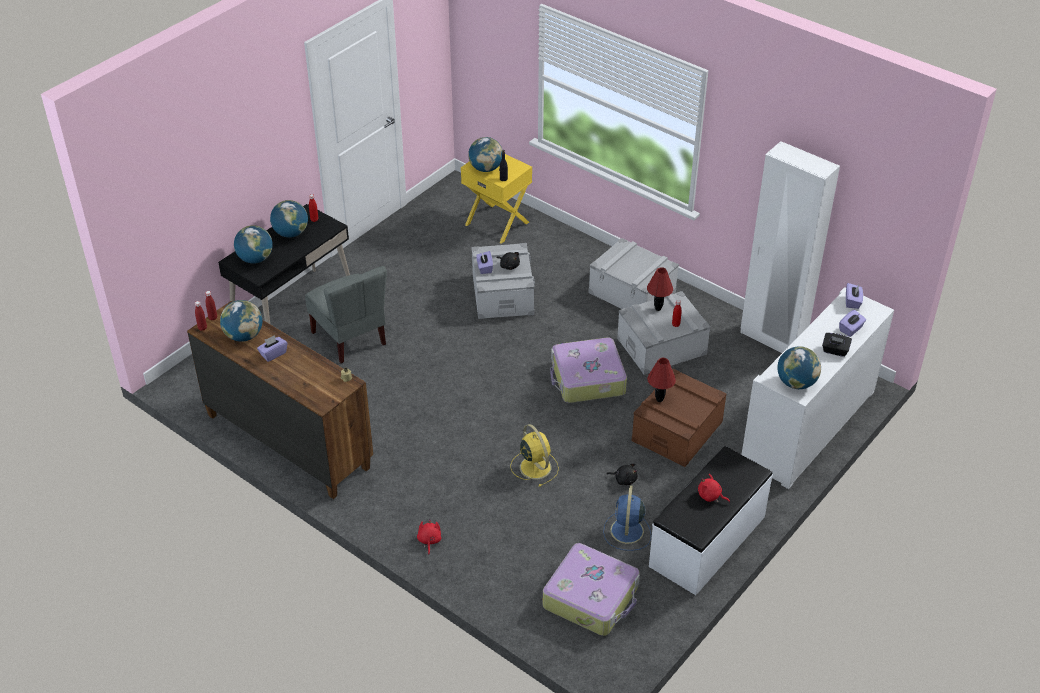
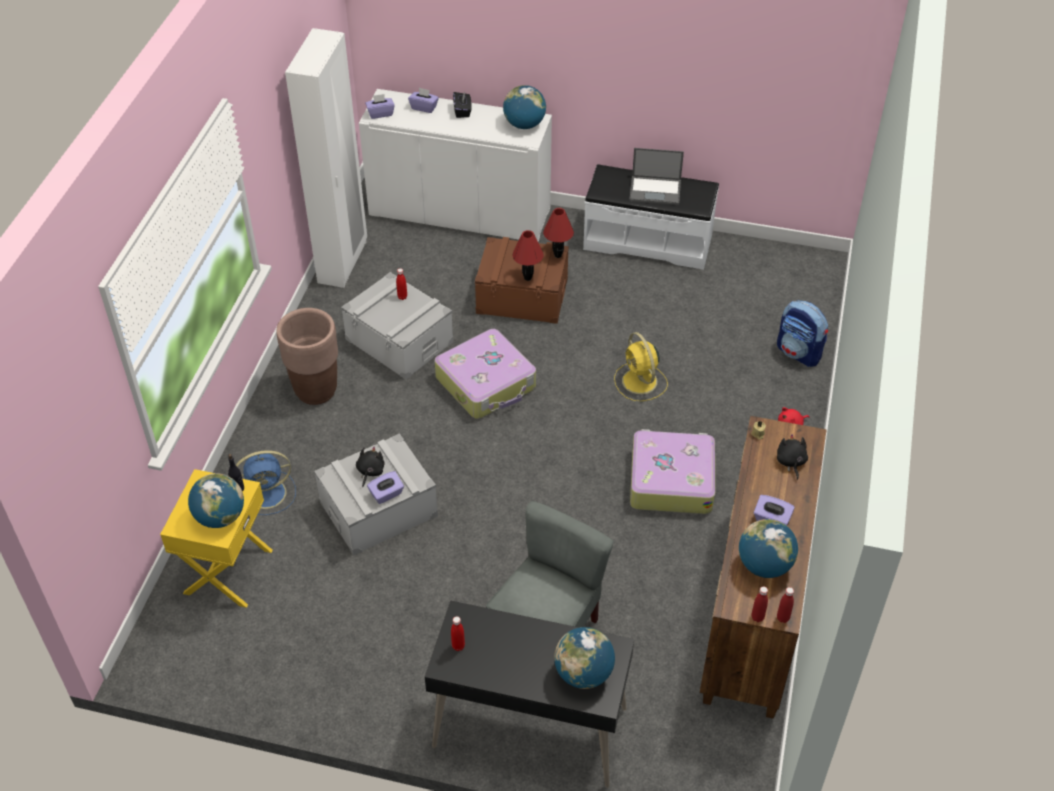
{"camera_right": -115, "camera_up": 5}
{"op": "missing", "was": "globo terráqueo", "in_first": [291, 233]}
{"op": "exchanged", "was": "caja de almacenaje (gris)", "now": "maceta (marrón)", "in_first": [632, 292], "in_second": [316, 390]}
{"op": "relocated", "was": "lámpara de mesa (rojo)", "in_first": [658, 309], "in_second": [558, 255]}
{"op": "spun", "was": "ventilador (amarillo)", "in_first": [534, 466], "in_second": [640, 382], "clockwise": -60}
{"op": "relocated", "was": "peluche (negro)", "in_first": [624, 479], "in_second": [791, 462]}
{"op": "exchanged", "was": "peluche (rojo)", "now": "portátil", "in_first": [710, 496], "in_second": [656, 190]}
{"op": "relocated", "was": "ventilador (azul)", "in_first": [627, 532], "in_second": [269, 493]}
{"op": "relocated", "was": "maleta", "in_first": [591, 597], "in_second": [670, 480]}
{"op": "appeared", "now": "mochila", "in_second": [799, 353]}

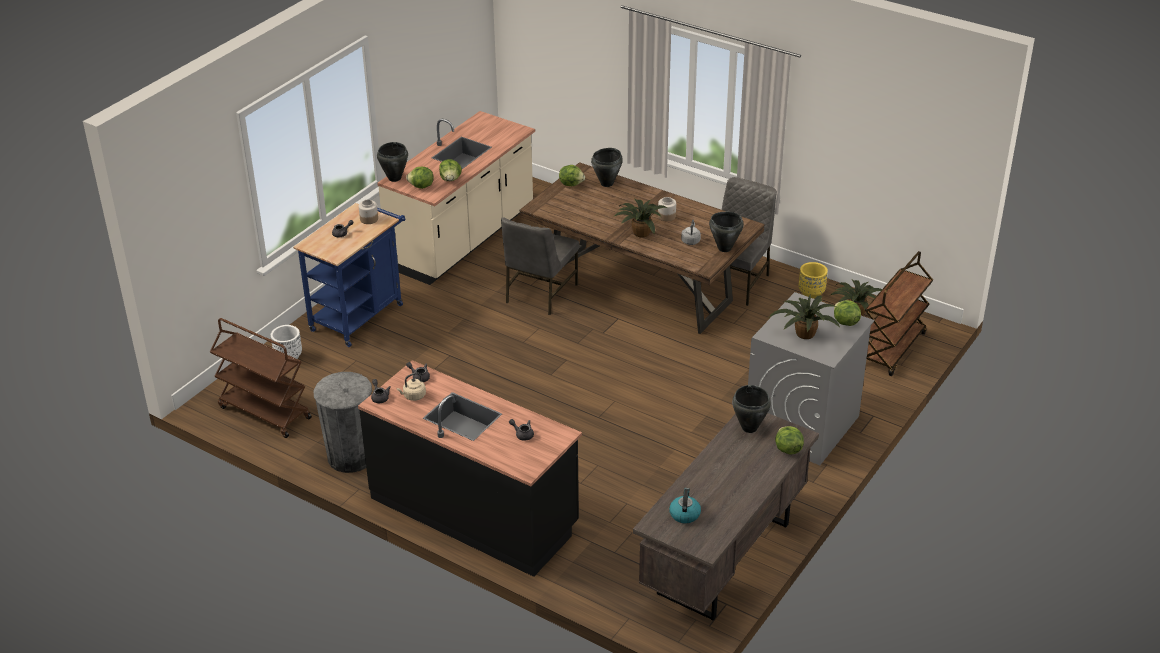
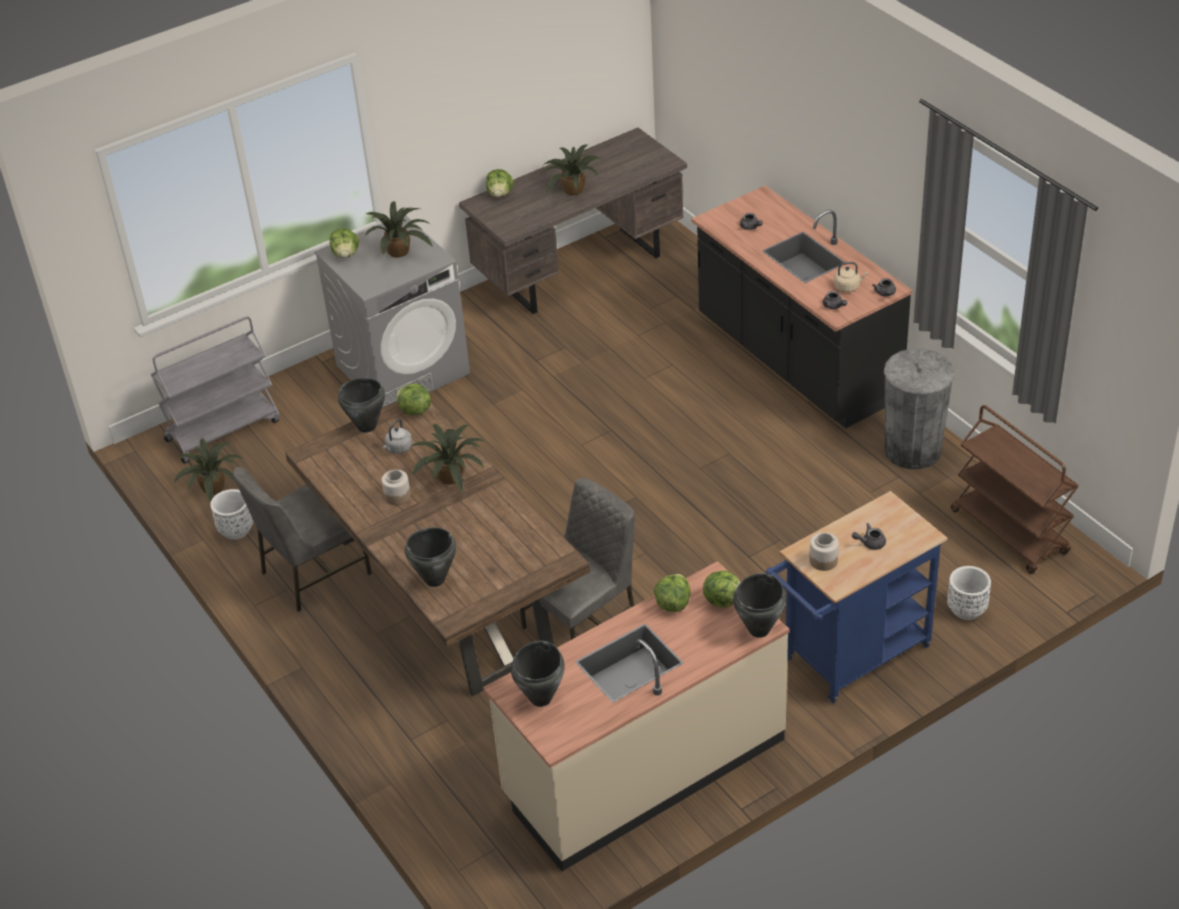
{"camera_right": -155, "camera_up": 5}
{"op": "relocated", "was": "lechuga", "in_first": [571, 184], "in_second": [414, 410]}
{"op": "colour", "was": "carrito (marrón)", "now": "carrito (gris)", "in_first": [892, 349], "in_second": [224, 429]}
{"op": "colour", "was": "maceta (amarillo)", "now": "maceta (blanco)", "in_first": [811, 293], "in_second": [236, 530]}
{"op": "relocated", "was": "olla (negro)", "in_first": [749, 428], "in_second": [541, 698]}
{"op": "missing", "was": "hervidor", "in_first": [684, 514]}
{"op": "appeared", "now": "planta en maceta", "in_second": [573, 191]}

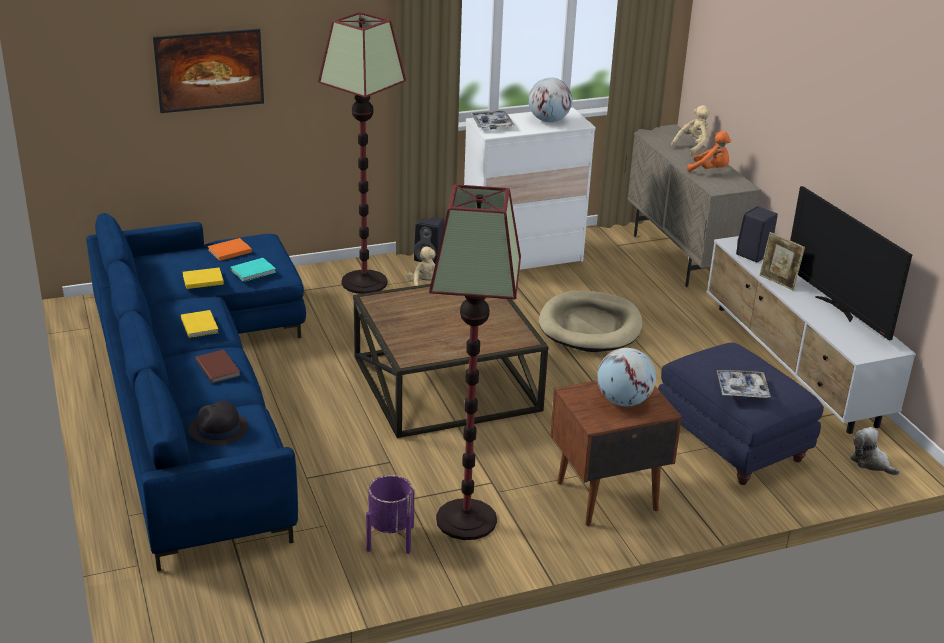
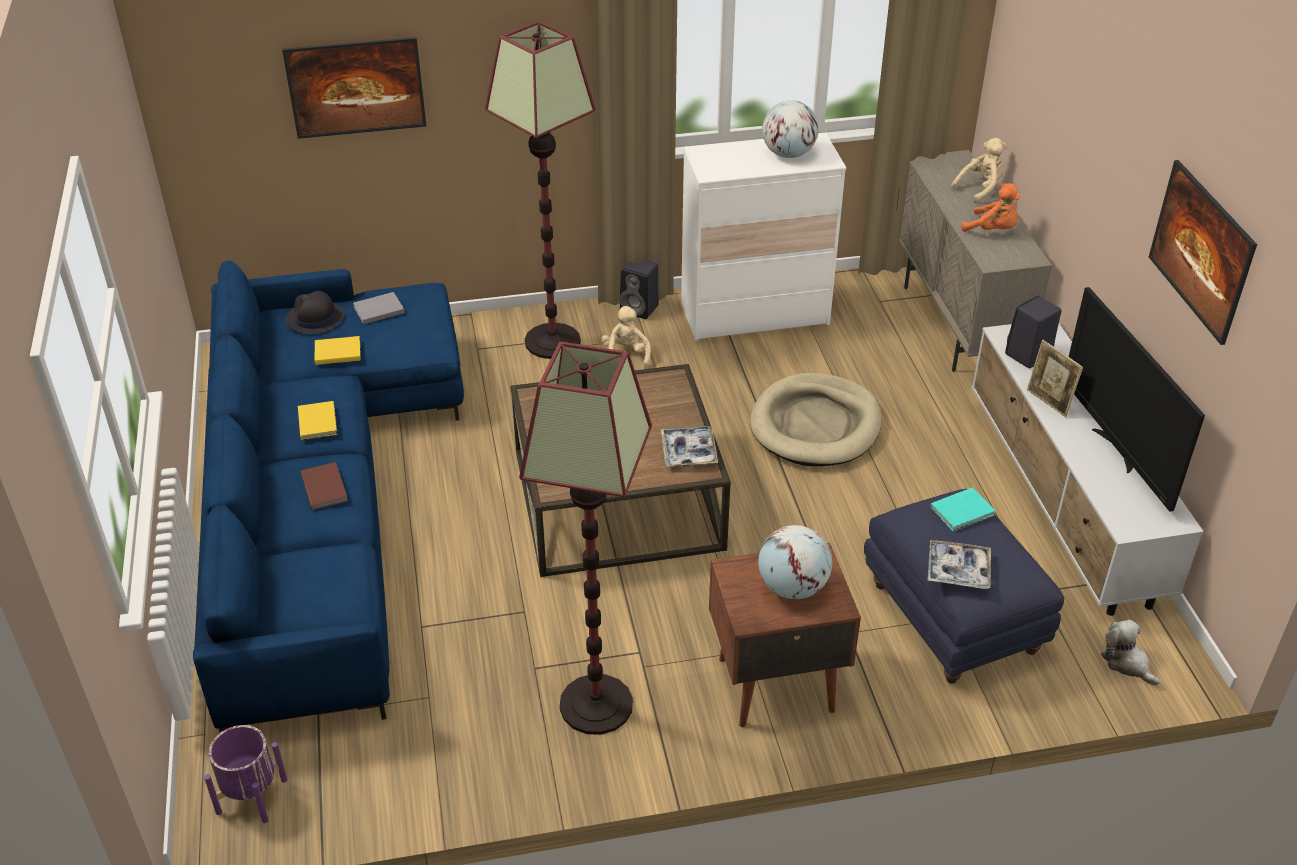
{"camera_right": 10, "camera_up": 10}
{"op": "relocated", "was": "bandeja", "in_first": [491, 124], "in_second": [689, 452]}
{"op": "colour", "was": "libro (naranja)", "now": "libro (gris)", "in_first": [228, 251], "in_second": [377, 310]}
{"op": "relocated", "was": "libro (turquesa)", "in_first": [254, 271], "in_second": [964, 511]}
{"op": "relocated", "was": "sombrero (negro)", "in_first": [218, 430], "in_second": [314, 318]}
{"op": "relocated", "was": "maceta (morado)", "in_first": [390, 538], "in_second": [251, 796]}
{"op": "appeared", "now": "cuadro", "in_second": [1194, 275]}

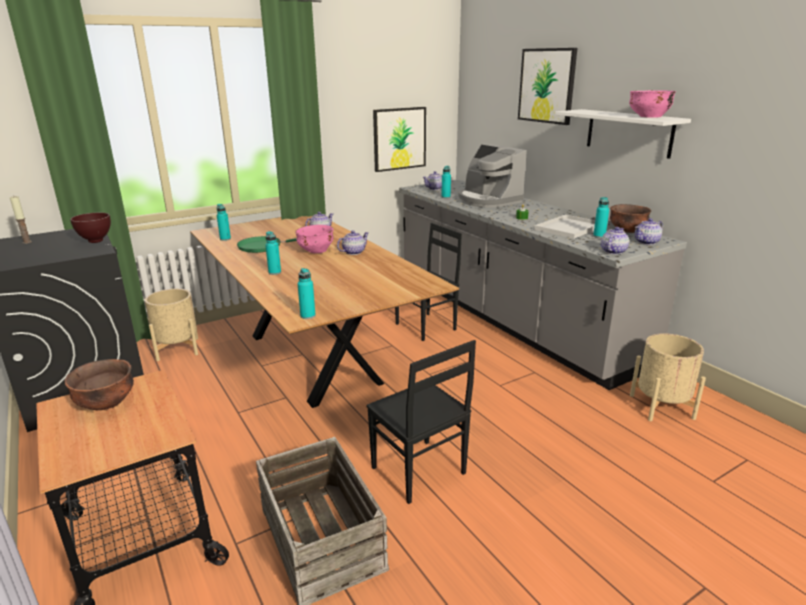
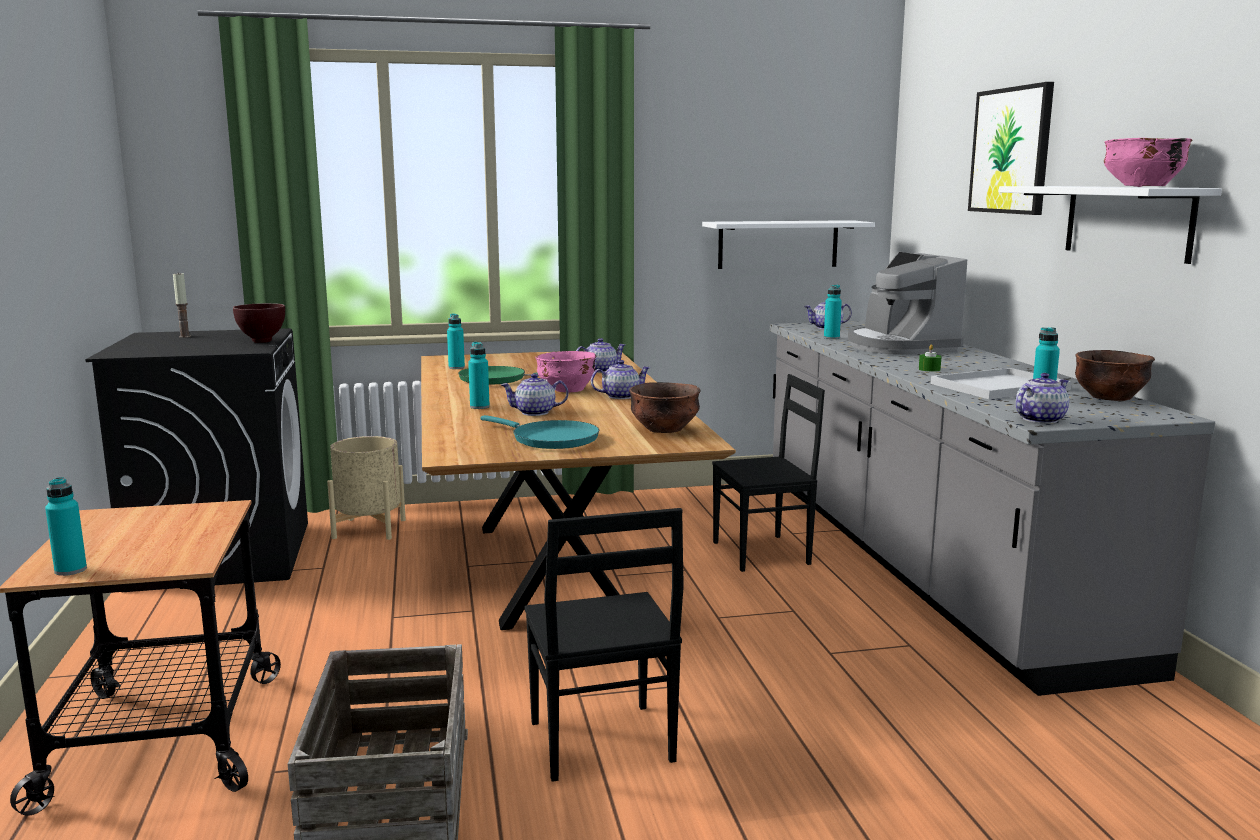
{"camera_right": 20, "camera_up": -10}
{"op": "exchanged", "was": "cuadro", "now": "estante (blanco)", "in_first": [399, 139], "in_second": [778, 244]}
{"op": "relocated", "was": "tetera", "in_first": [647, 242], "in_second": [535, 412]}
{"op": "relocated", "was": "botella (turquesa)", "in_first": [308, 316], "in_second": [70, 570]}
{"op": "missing", "was": "maceta (beis)", "in_first": [661, 406]}
{"op": "relocated", "was": "cuenco (marrón)", "in_first": [107, 404], "in_second": [665, 430]}
{"op": "appeared", "now": "sartén (turquesa)", "in_second": [550, 439]}

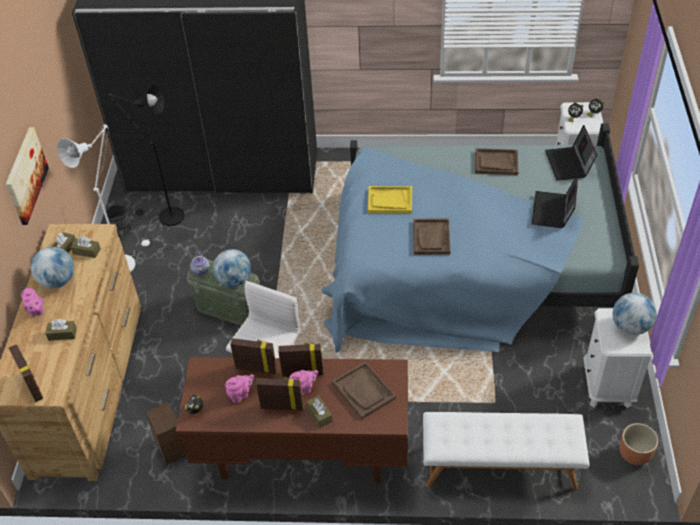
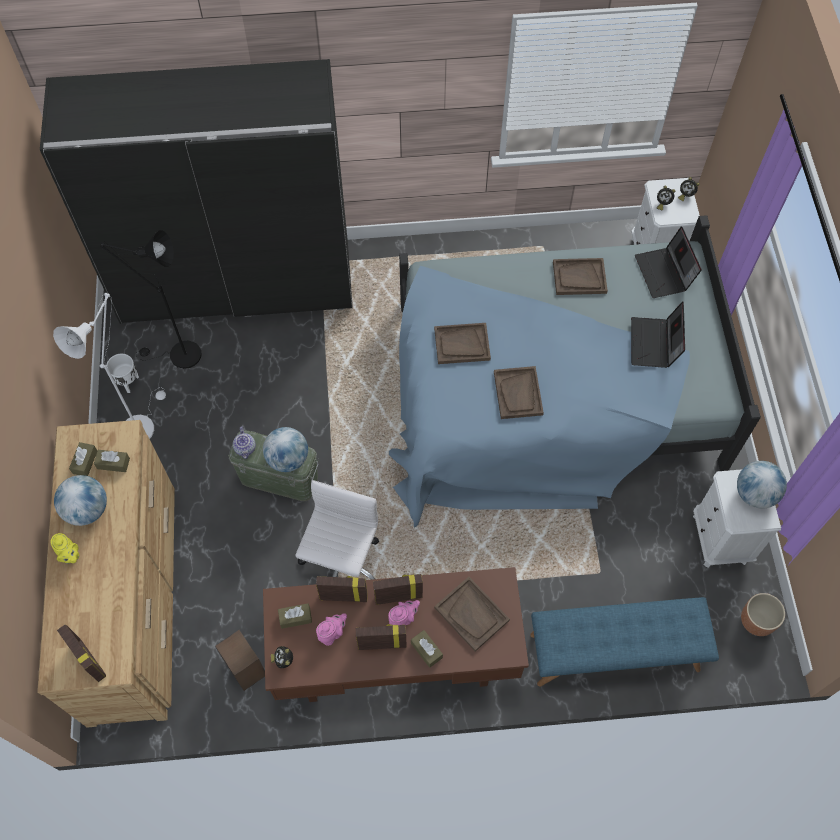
{"camera_right": -10, "camera_up": 15}
{"op": "missing", "was": "cuadro", "in_first": [25, 175]}
{"op": "colour", "was": "bandeja (amarillo)", "now": "bandeja (marrón)", "in_first": [389, 201], "in_second": [462, 344]}
{"op": "colour", "was": "maceta (negro)", "now": "maceta (blanco)", "in_first": [121, 232], "in_second": [128, 382]}
{"op": "colour", "was": "tetera (rosa)", "now": "tetera (amarillo)", "in_first": [36, 311], "in_second": [70, 555]}
{"op": "relocated", "was": "caja de pañuelos (marrón)", "in_first": [62, 334], "in_second": [295, 618]}
{"op": "colour", "was": "banco (blanco)", "now": "banco (azul)", "in_first": [499, 467], "in_second": [614, 653]}

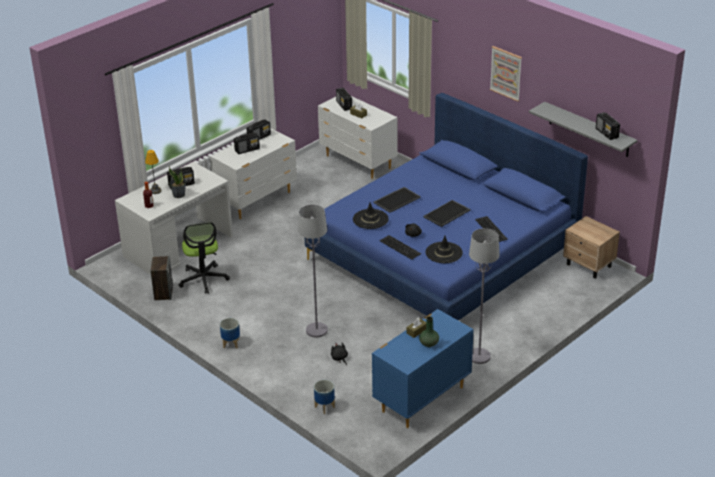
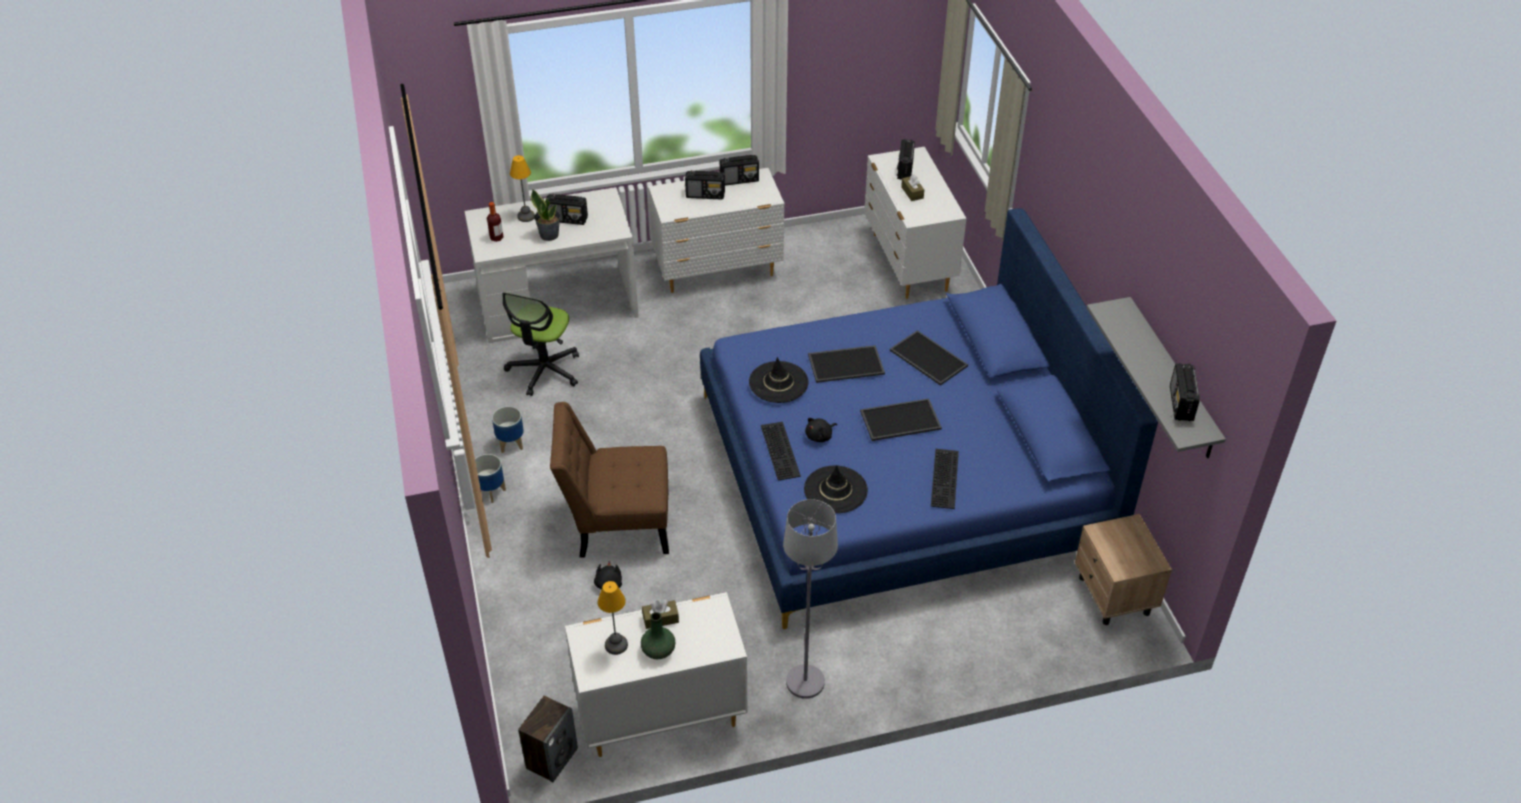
{"camera_right": 30, "camera_up": 10}
{"op": "missing", "was": "cuadro", "in_first": [506, 73]}
{"op": "exchanged", "was": "lámpara de pie (gris)", "now": "silla (marrón)", "in_first": [316, 330], "in_second": [617, 523]}
{"op": "relocated", "was": "altavoz", "in_first": [163, 293], "in_second": [552, 758]}
{"op": "colour", "was": "cómoda (azul)", "now": "cómoda (blanco)", "in_first": [421, 399], "in_second": [659, 716]}
{"op": "relocated", "was": "maceta", "in_first": [325, 407], "in_second": [511, 444]}
{"op": "appeared", "now": "bandeja", "in_second": [927, 358]}
{"op": "appeared", "now": "lámpara de mesa", "in_second": [616, 645]}

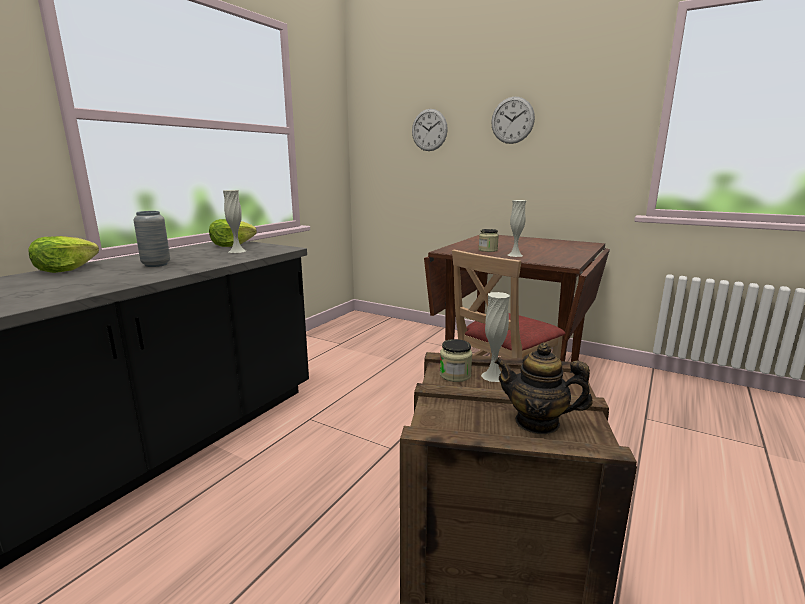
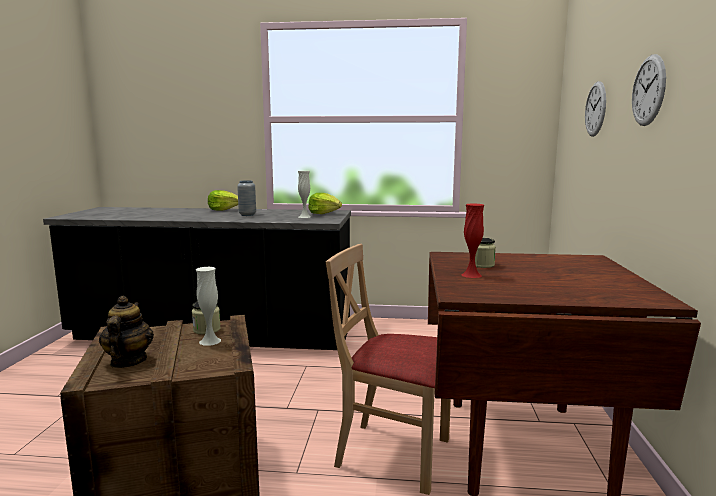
{"camera_right": 65, "camera_up": -5}
{"op": "colour", "was": "florero (blanco)", "now": "florero (rojo)", "in_first": [515, 255], "in_second": [471, 275]}

